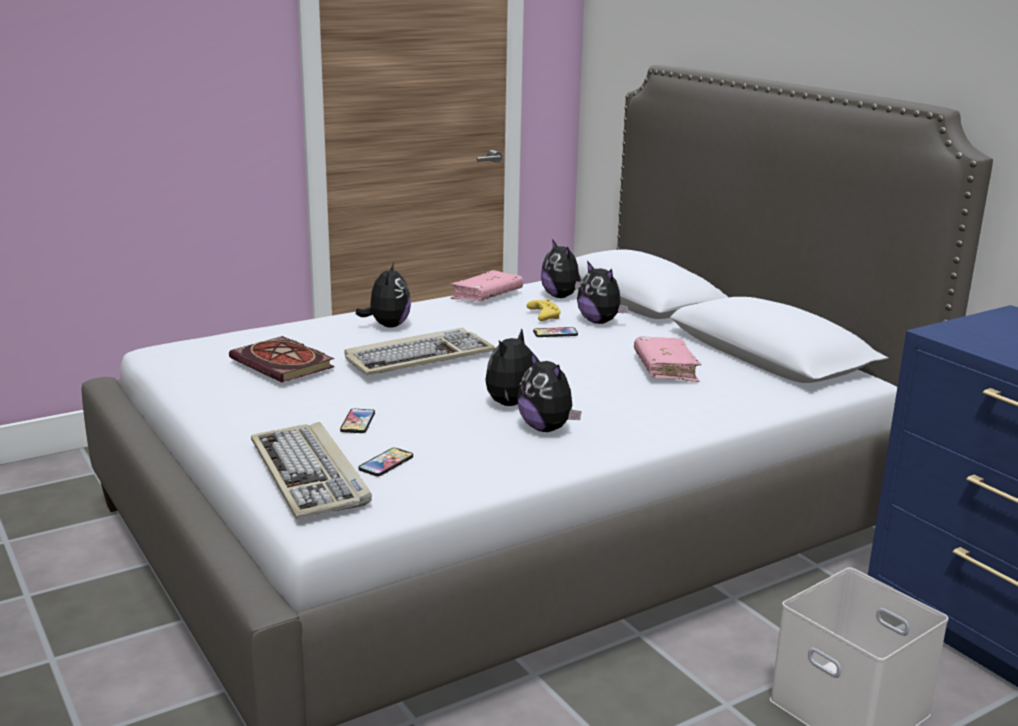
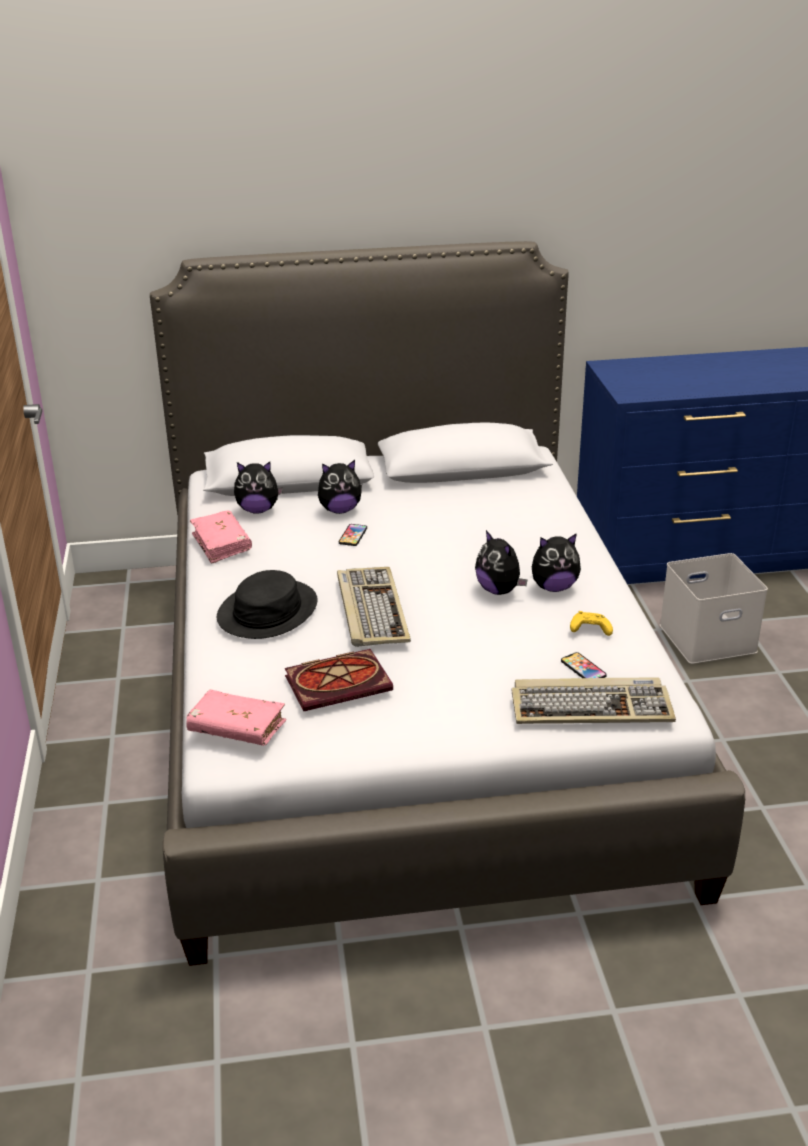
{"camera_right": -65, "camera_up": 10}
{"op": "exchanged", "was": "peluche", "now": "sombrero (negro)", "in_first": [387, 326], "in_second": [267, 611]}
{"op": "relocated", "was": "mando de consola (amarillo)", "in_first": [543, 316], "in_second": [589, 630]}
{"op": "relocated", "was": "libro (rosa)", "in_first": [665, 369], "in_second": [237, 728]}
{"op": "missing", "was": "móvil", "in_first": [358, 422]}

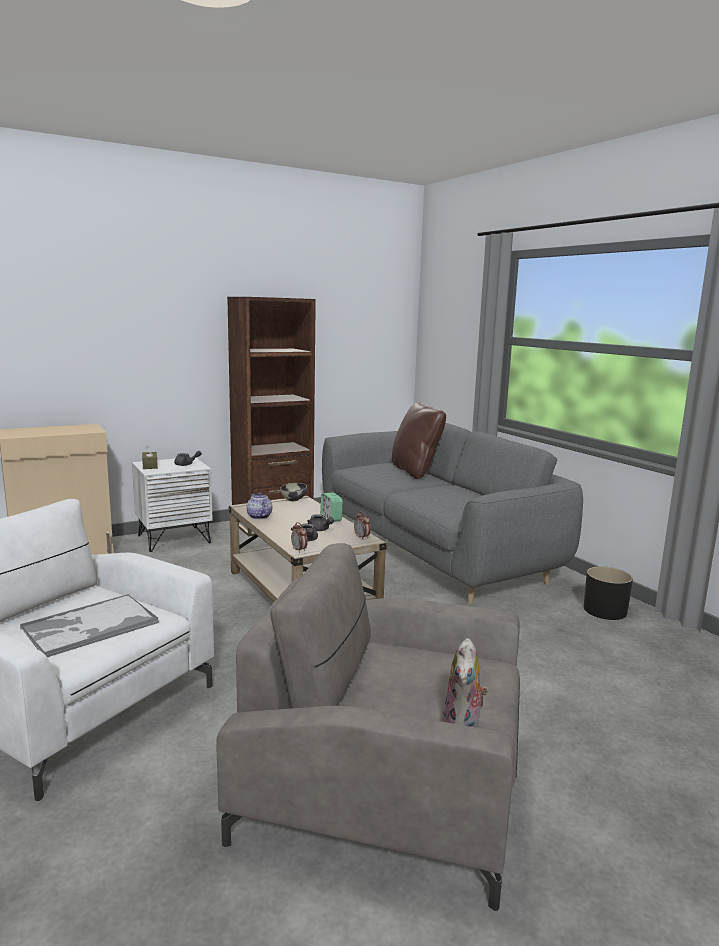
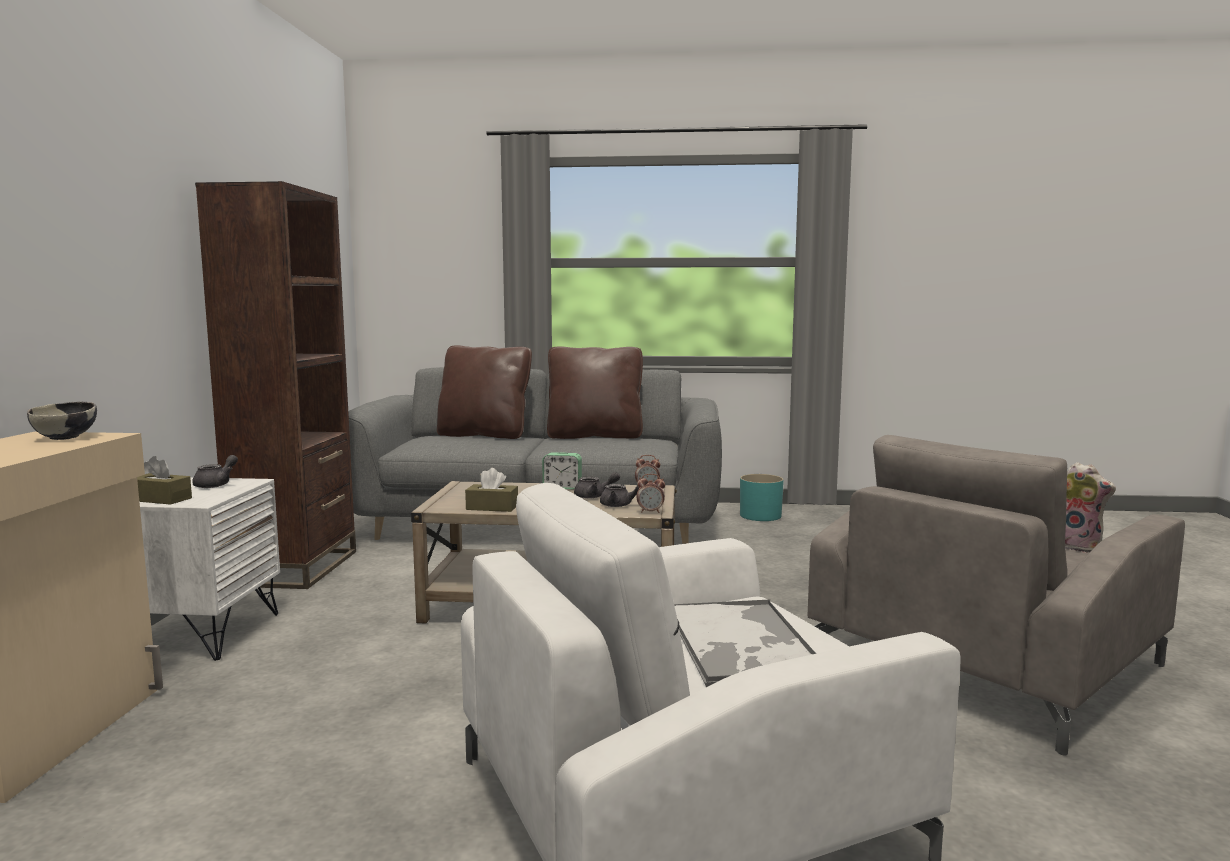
{"camera_right": -55, "camera_up": -5}
{"op": "relocated", "was": "cuenco", "in_first": [293, 500], "in_second": [66, 438]}
{"op": "exchanged", "was": "tetera", "now": "caja de pañuelos (marrón)", "in_first": [259, 516], "in_second": [492, 507]}
{"op": "colour", "was": "maceta (negro)", "now": "maceta (turquesa)", "in_first": [605, 610], "in_second": [760, 516]}
{"op": "appeared", "now": "cojín (marrón)", "in_second": [595, 436]}

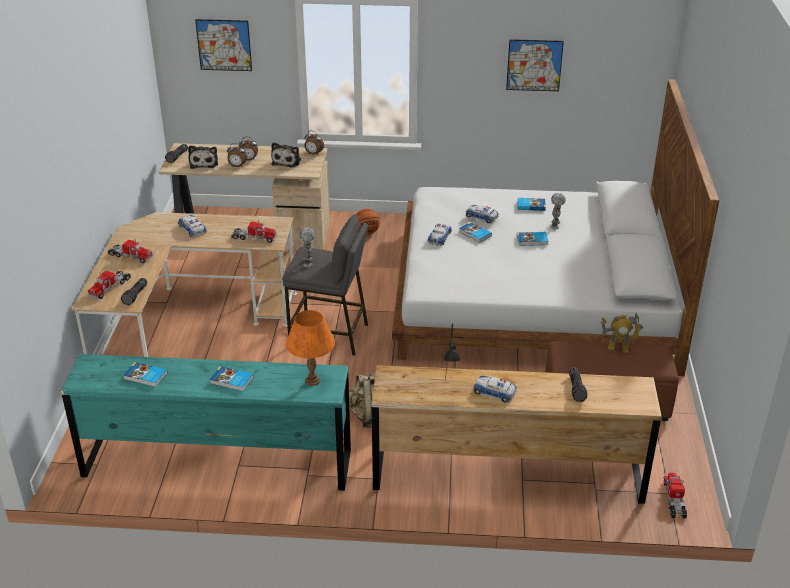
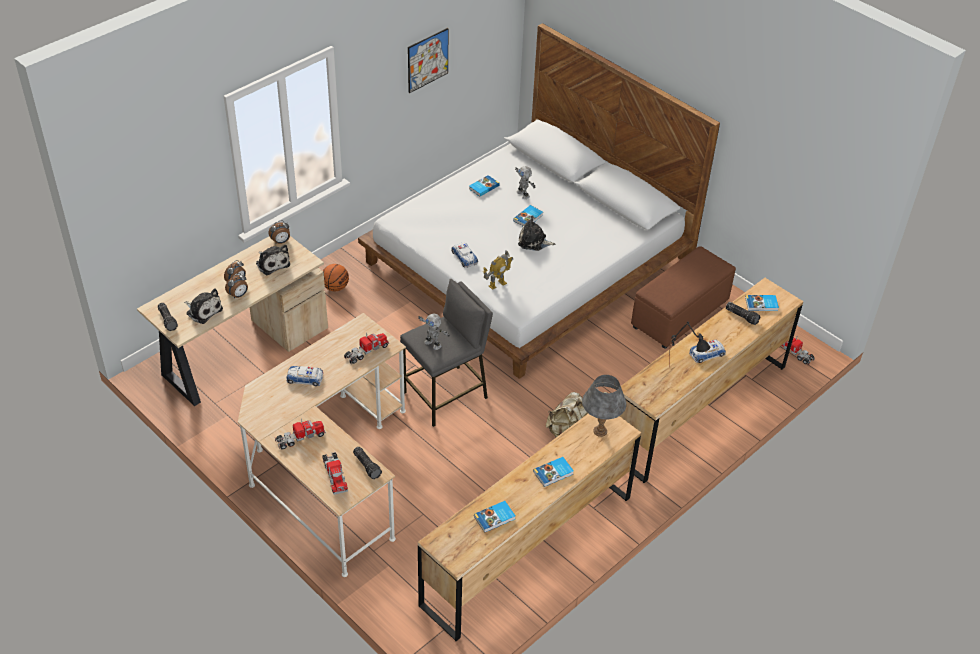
{"camera_right": -50, "camera_up": 10}
{"op": "missing", "was": "cuadro", "in_first": [224, 45]}
{"op": "missing", "was": "coche de juguete", "in_first": [481, 216]}
{"op": "relocated", "was": "libro", "in_first": [474, 234], "in_second": [761, 304]}
{"op": "colour", "was": "lámpara de mesa (naranja)", "now": "lámpara de mesa (gris)", "in_first": [312, 380], "in_second": [599, 431]}
{"op": "relocated", "was": "robot de juguete", "in_first": [618, 348], "in_second": [497, 284]}
{"op": "colour", "was": "cómoda (turquesa)", "now": "cómoda (marrón)", "in_first": [217, 463], "in_second": [528, 549]}
{"op": "appeared", "now": "peluche", "in_second": [534, 241]}

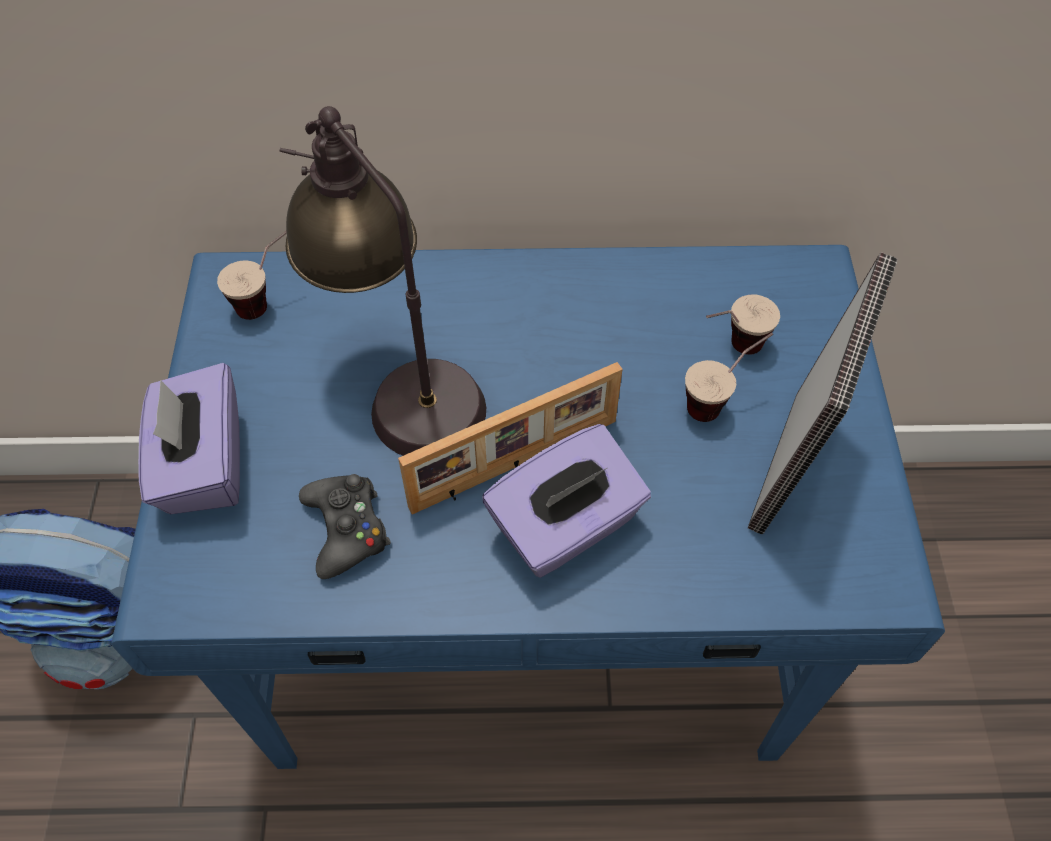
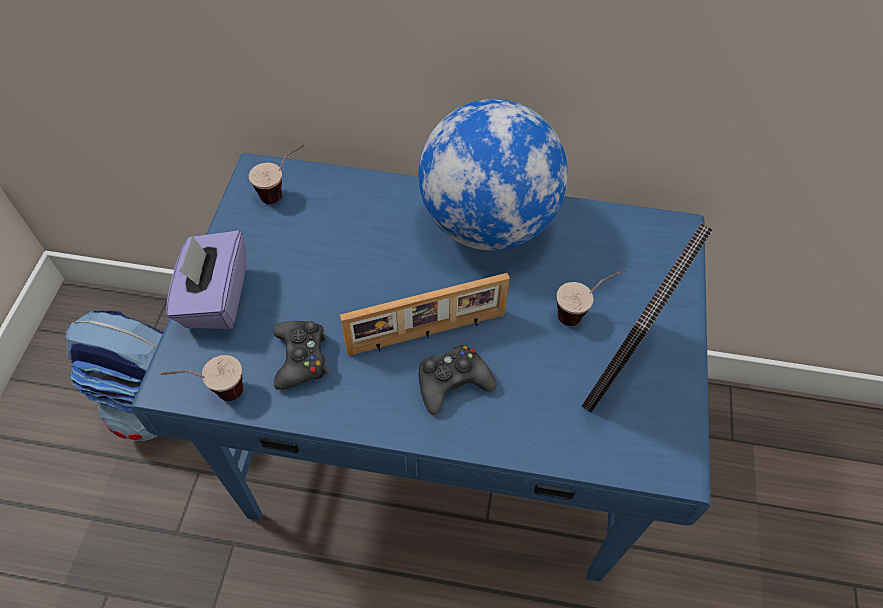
{"camera_right": 10, "camera_up": 0}
{"op": "missing", "was": "lámpara de mesa", "in_first": [400, 383]}
{"op": "relocated", "was": "taza", "in_first": [730, 350], "in_second": [214, 394]}
{"op": "exchanged", "was": "caja de pañuelos (morado)", "now": "mando de consola (negro)", "in_first": [566, 526], "in_second": [452, 382]}
{"op": "appeared", "now": "globo terráqueo", "in_second": [488, 223]}

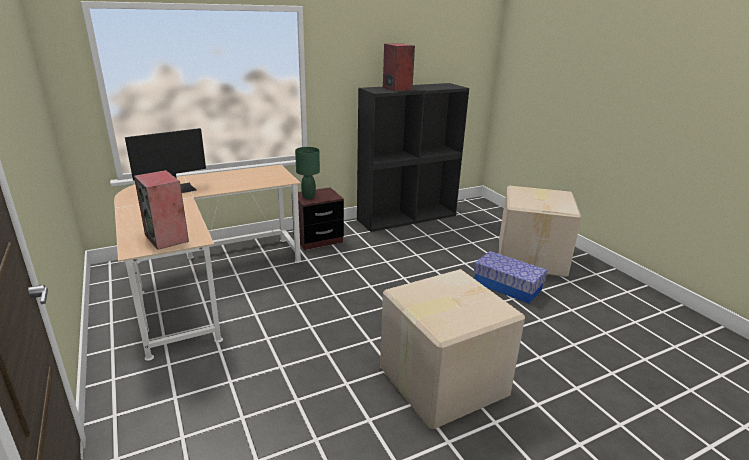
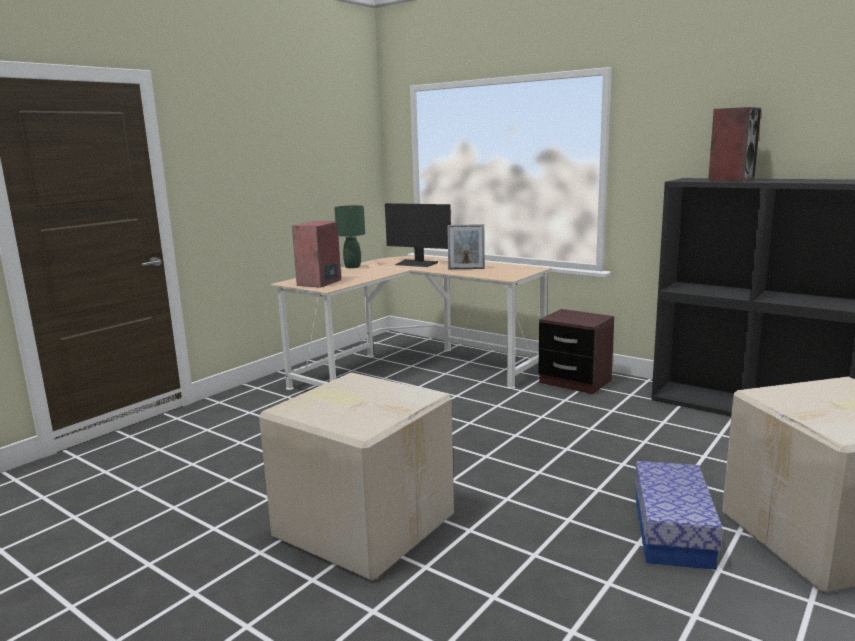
{"camera_right": 65, "camera_up": -10}
{"op": "relocated", "was": "lámpara de mesa (verde)", "in_first": [309, 196], "in_second": [352, 267]}
{"op": "appeared", "now": "portarretratos", "in_second": [466, 269]}

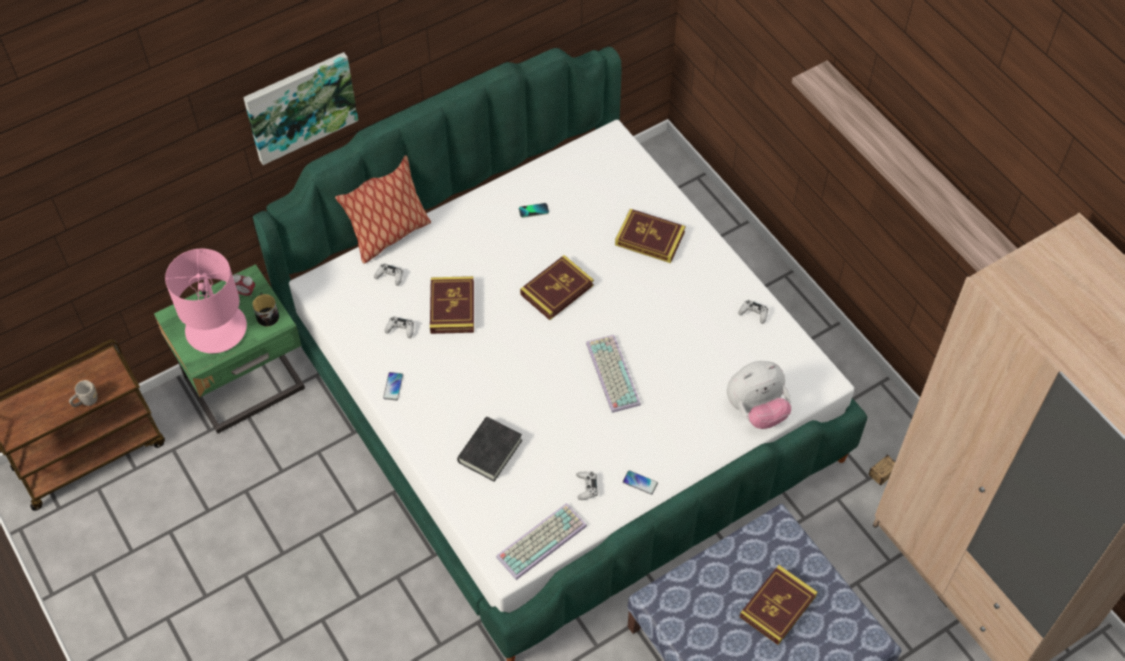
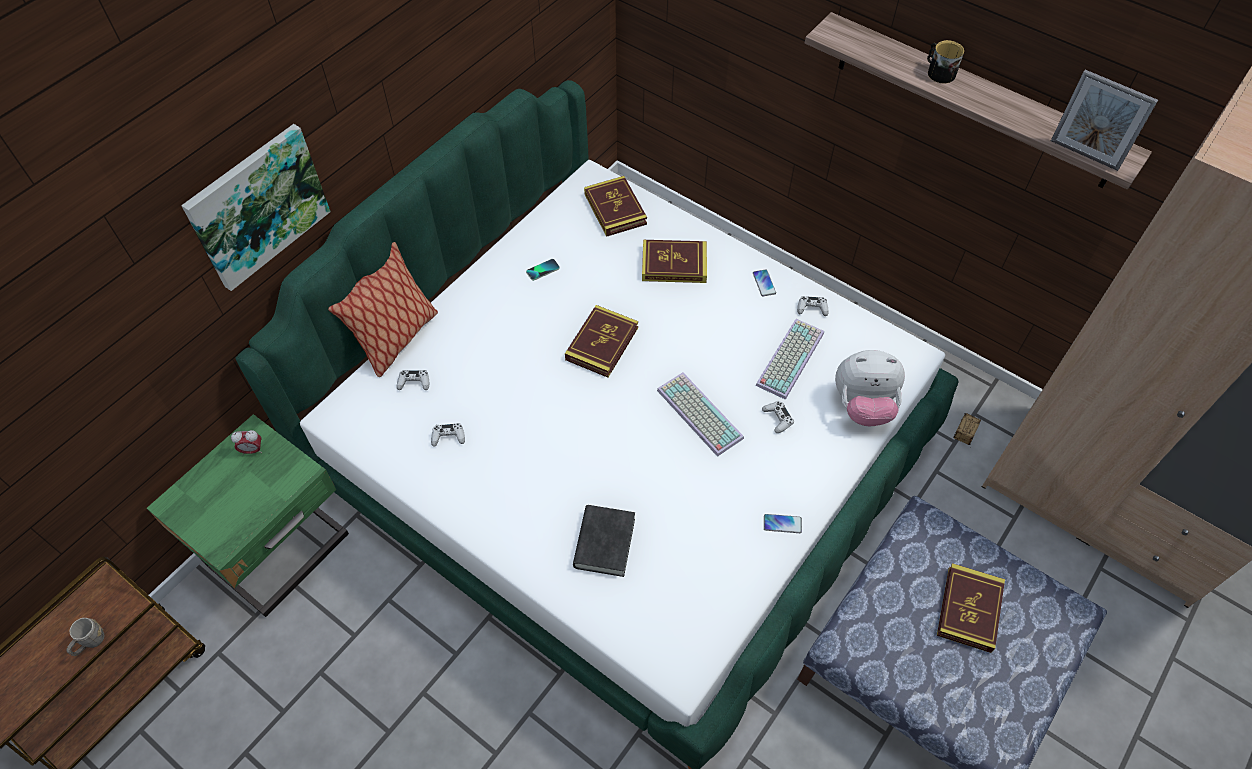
{"camera_right": -20, "camera_up": 0}
{"op": "missing", "was": "lámpara de mesa (rosa)", "in_first": [216, 328]}
{"op": "relocated", "was": "libro", "in_first": [452, 307], "in_second": [615, 209]}
{"op": "relocated", "was": "taza grande", "in_first": [267, 314], "in_second": [938, 72]}
{"op": "spun", "was": "peluche", "in_first": [756, 410], "in_second": [863, 405], "clockwise": 45}
{"op": "relocated", "was": "móvil", "in_first": [393, 386], "in_second": [764, 283]}
{"op": "relocated", "was": "mando de consola (blanco)", "in_first": [587, 487], "in_second": [777, 418]}
{"op": "relocated", "was": "teclado", "in_first": [541, 539], "in_second": [789, 357]}
{"op": "appeared", "now": "portarretratos", "in_second": [1084, 154]}

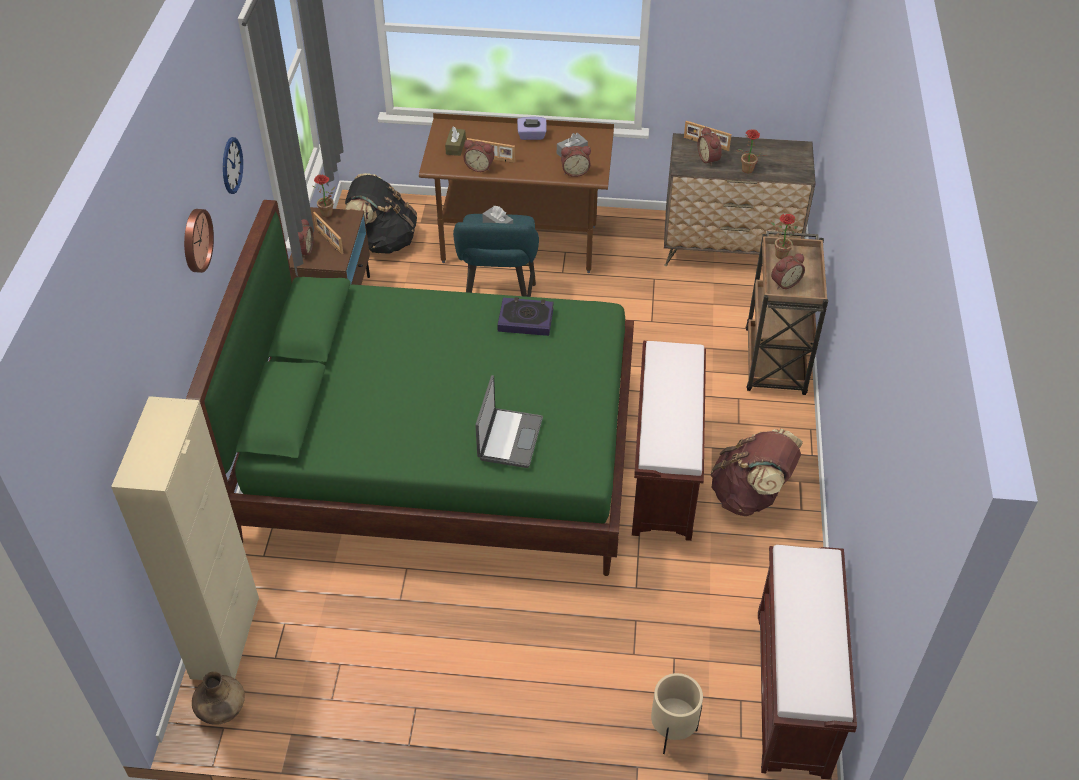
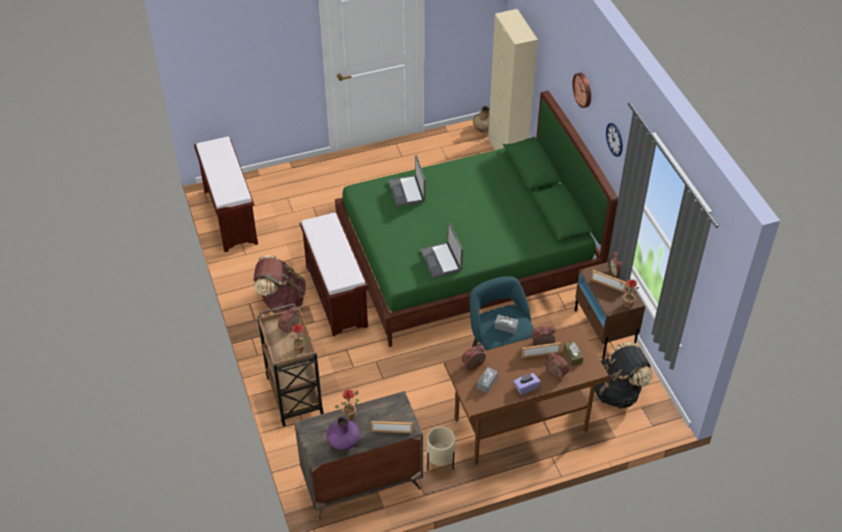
{"camera_right": 155, "camera_up": 0}
{"op": "relocated", "was": "despertador", "in_first": [709, 159], "in_second": [555, 374]}
{"op": "exchanged", "was": "libro", "now": "portátil", "in_first": [525, 319], "in_second": [441, 260]}
{"op": "relocated", "was": "maceta (beis)", "in_first": [672, 732], "in_second": [440, 463]}
{"op": "appeared", "now": "florero (morado)", "in_second": [343, 442]}

